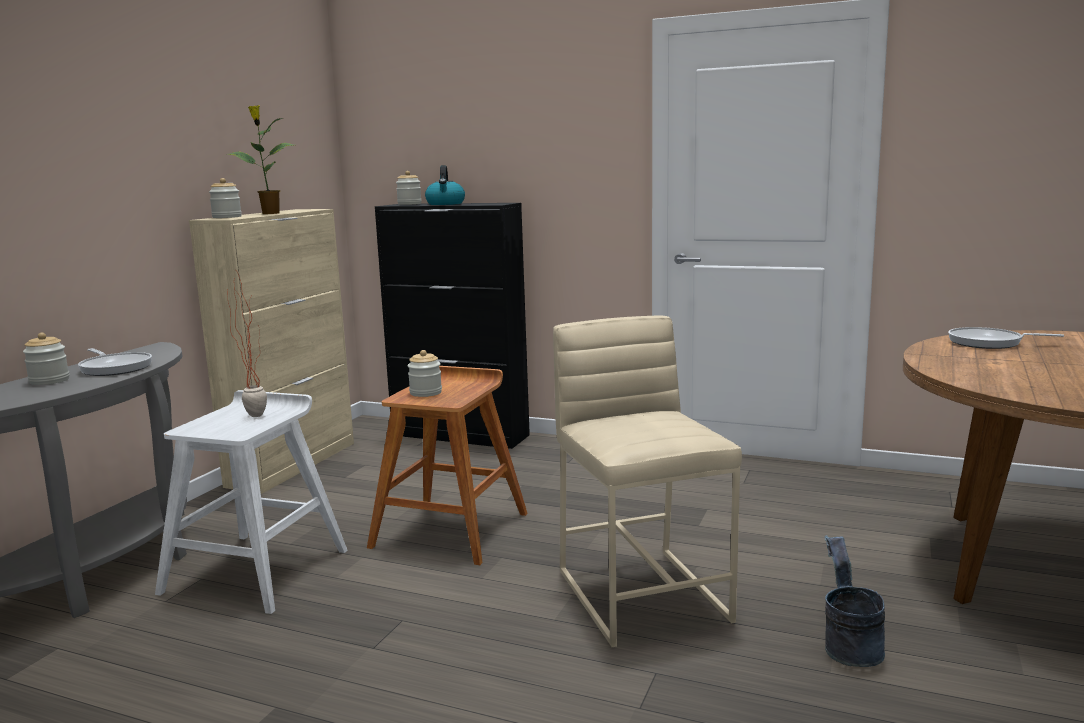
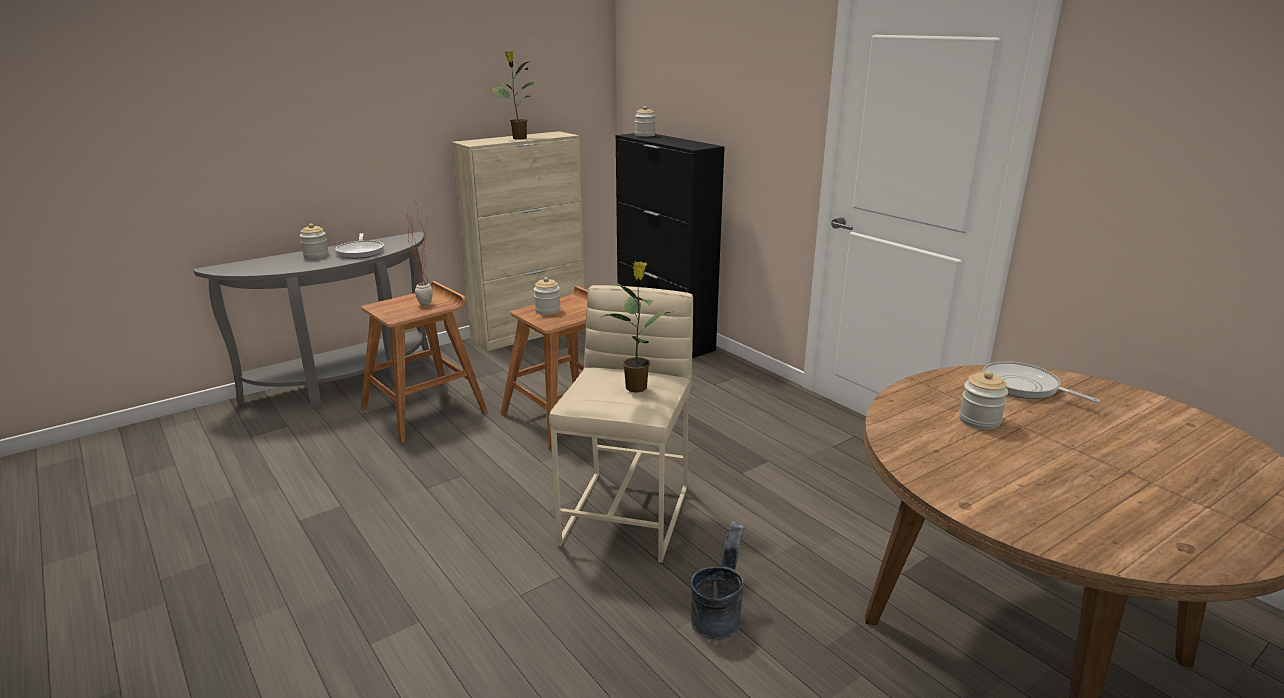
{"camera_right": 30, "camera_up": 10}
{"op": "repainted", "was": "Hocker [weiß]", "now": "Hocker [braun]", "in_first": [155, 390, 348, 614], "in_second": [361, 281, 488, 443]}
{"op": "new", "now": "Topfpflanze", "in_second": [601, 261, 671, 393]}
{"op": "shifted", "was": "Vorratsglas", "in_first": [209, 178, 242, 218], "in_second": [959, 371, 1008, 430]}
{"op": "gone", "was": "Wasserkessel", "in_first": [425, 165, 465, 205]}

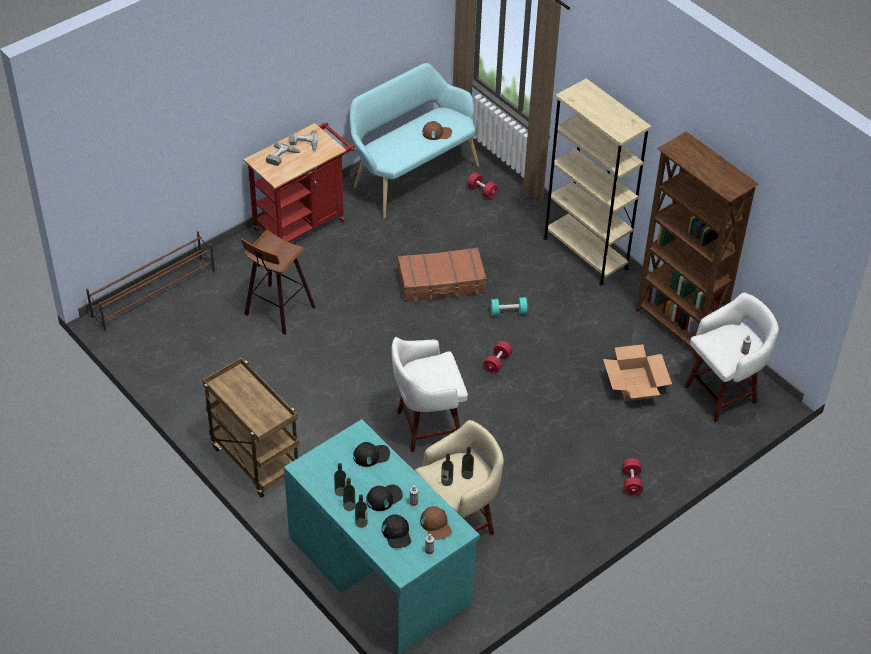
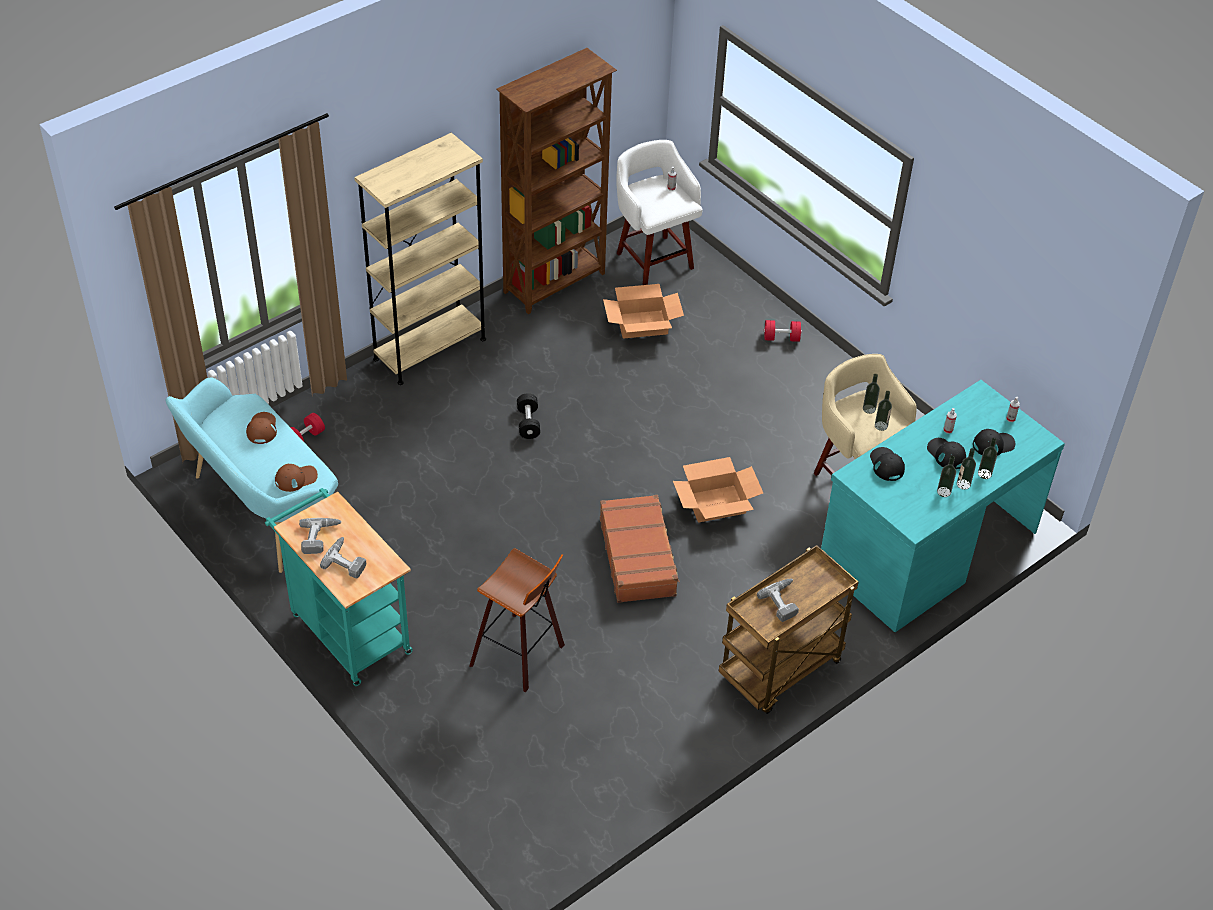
{"camera_right": -90, "camera_up": 0}
{"op": "repainted", "was": "Rollwagen [rot]", "now": "Rollwagen [türkis]", "in_first": [243, 122, 355, 242], "in_second": [265, 488, 413, 686]}
{"op": "shifted", "was": "Kappe [braun]", "in_first": [420, 506, 452, 540], "in_second": [275, 464, 318, 492]}
{"op": "repainted", "was": "Hantel [türkis]", "now": "Hantel [schwarz]", "in_first": [490, 297, 527, 316], "in_second": [517, 393, 540, 439]}
{"op": "shifted", "was": "Koffer [braun]", "in_first": [398, 247, 486, 302], "in_second": [600, 495, 680, 603]}
{"op": "swapped", "was": "Hocker [weiß]", "now": "Karton", "in_first": [391, 337, 468, 452], "in_second": [673, 457, 763, 523]}
{"op": "new", "now": "Bohrmaschine", "in_second": [757, 579, 799, 622]}
{"op": "gone", "was": "Schuhregal [braun]", "in_first": [86, 231, 215, 331]}
{"op": "gone", "was": "Hantel [rot]", "in_first": [483, 341, 512, 374]}

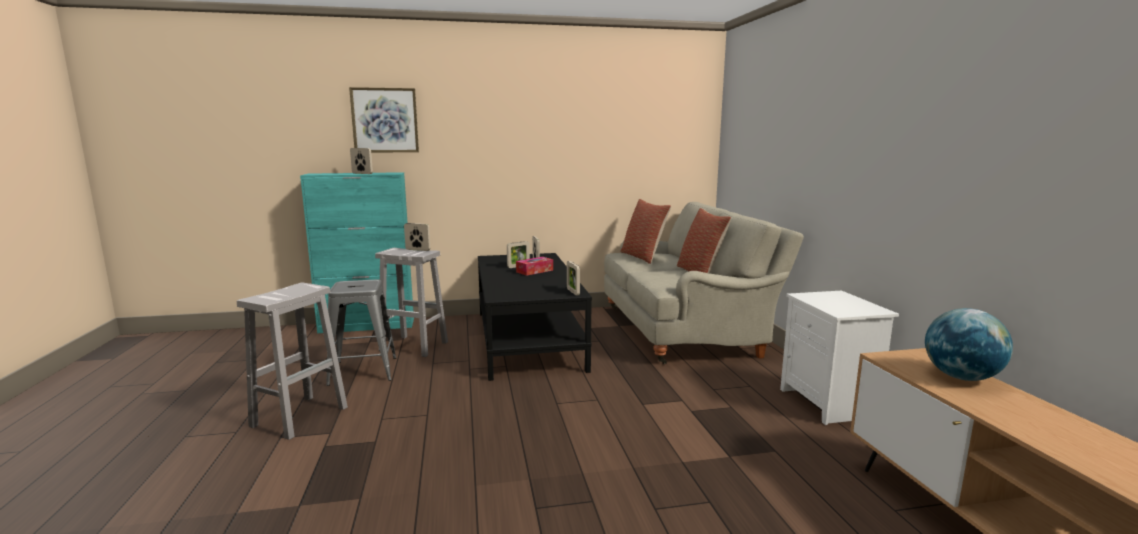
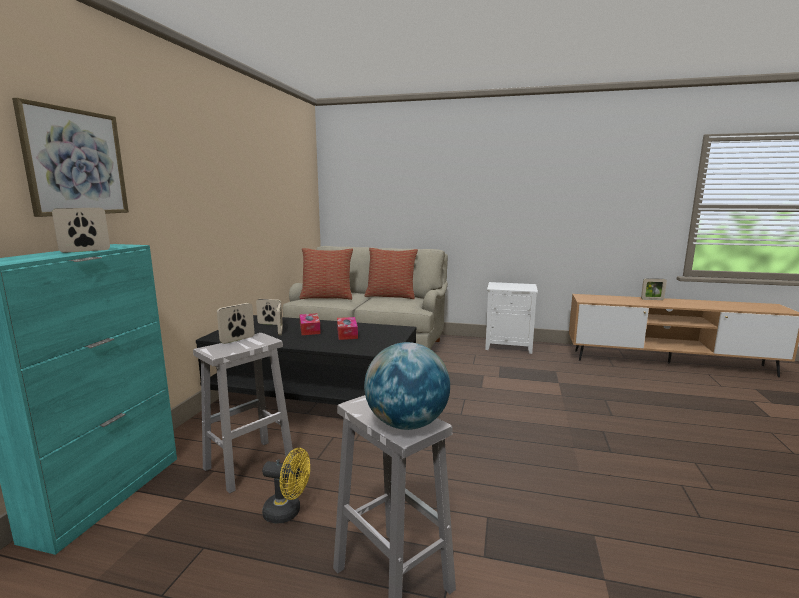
{"camera_right": -65, "camera_up": 0}
{"op": "swapped", "was": "Hocker [grau]", "now": "Ventilator [gelb]", "in_first": [326, 280, 396, 386], "in_second": [262, 448, 310, 524]}
{"op": "new", "now": "Taschentuchbox", "in_second": [337, 317, 358, 340]}
{"op": "shifted", "was": "Globus", "in_first": [925, 308, 1013, 381], "in_second": [364, 342, 450, 430]}
{"op": "shifted", "was": "Bilderrahmen", "in_first": [567, 261, 580, 296], "in_second": [641, 278, 667, 300]}

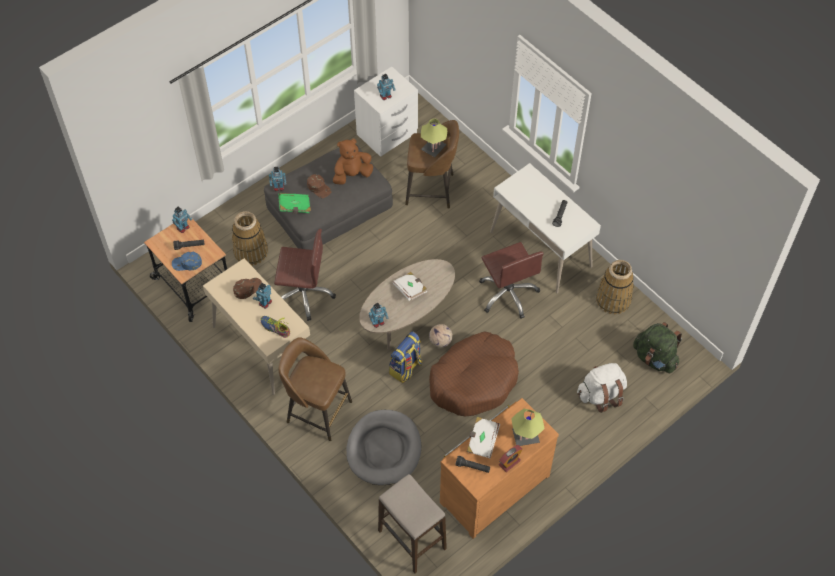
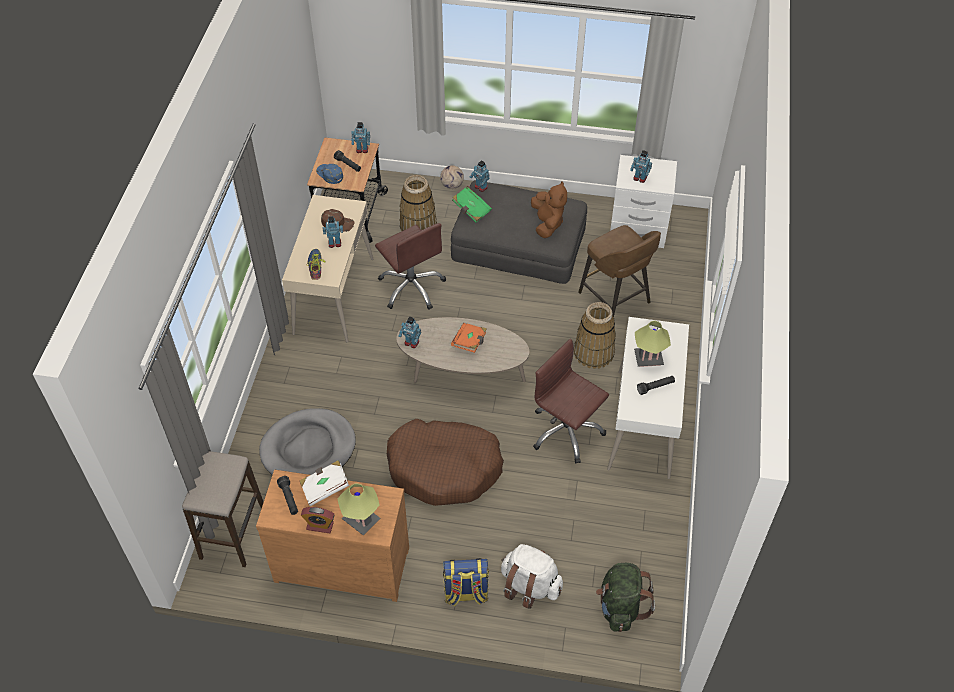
{"camera_right": 50, "camera_up": -5}
{"op": "shifted", "was": "Fußball", "in_first": [429, 324, 453, 347], "in_second": [440, 165, 464, 189]}
{"op": "shifted", "was": "Rucksack", "in_first": [389, 331, 422, 383], "in_second": [443, 558, 489, 606]}
{"op": "repainted", "was": "Buch [weiß]", "now": "Buch [orange]", "in_first": [393, 272, 427, 301], "in_second": [451, 323, 487, 353]}
{"op": "rotated", "was": "Plüschtier [braun]", "in_first": [333, 138, 373, 185], "in_second": [531, 181, 567, 238], "clockwise": 60}
{"op": "rotated", "was": "Bürostuhl [braun]", "in_first": [479, 242, 544, 319], "in_second": [533, 339, 609, 464], "clockwise": 105}
{"op": "shifted", "was": "Korb", "in_first": [596, 260, 634, 315], "in_second": [574, 302, 616, 369]}
{"op": "shifted", "was": "Tischlampe", "in_first": [421, 118, 447, 157], "in_second": [634, 321, 671, 367]}
{"op": "gone", "was": "Hocker [braun]", "in_first": [279, 337, 352, 441]}
{"op": "gone", "was": "Kappe [braun]", "in_first": [307, 174, 332, 198]}

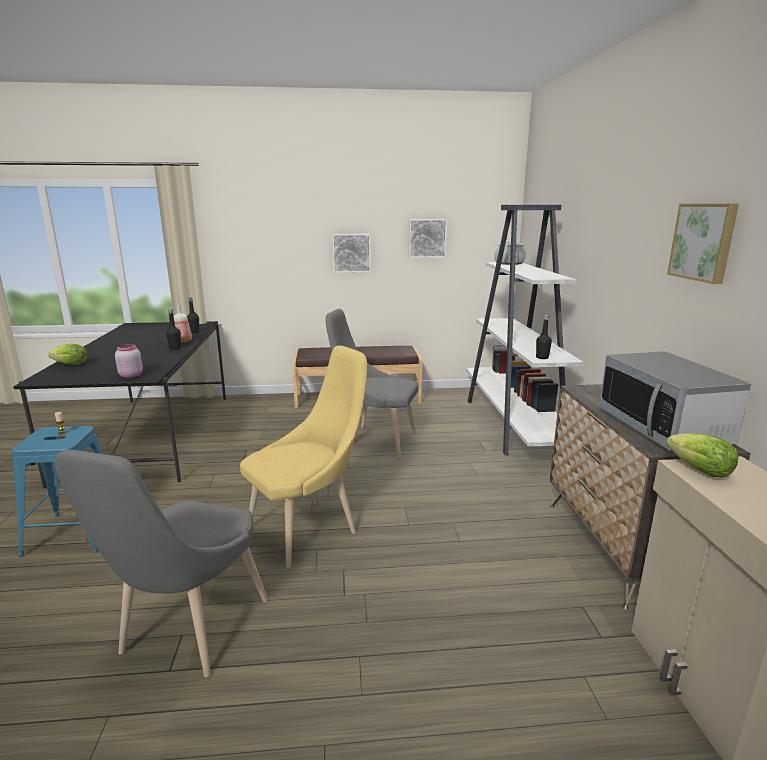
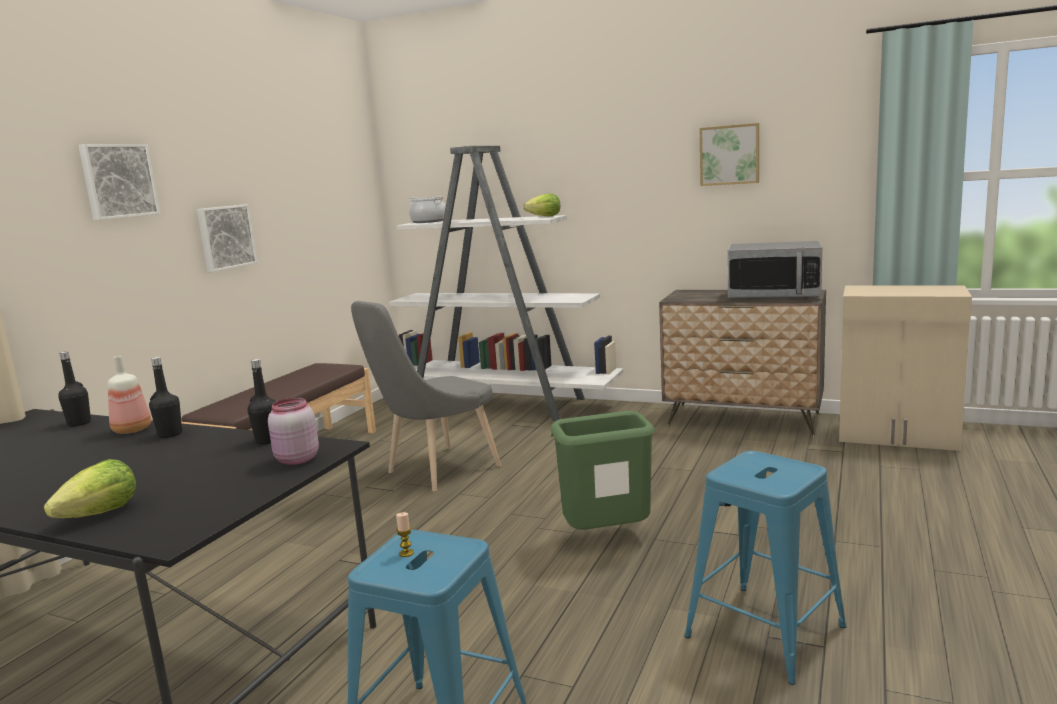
{"camera_right": -60, "camera_up": -5}
{"op": "shifted", "was": "Bild", "in_first": [409, 219, 447, 258], "in_second": [78, 144, 160, 221]}
{"op": "shifted", "was": "Flasche [schwarz]", "in_first": [536, 315, 552, 359], "in_second": [248, 359, 276, 444]}
{"op": "shifted", "was": "Salatkopf", "in_first": [666, 433, 738, 477], "in_second": [524, 194, 560, 216]}
{"op": "swapped", "was": "Stuhl [gelb]", "now": "Mülleimer [grün]", "in_first": [240, 346, 367, 568], "in_second": [550, 411, 655, 530]}
{"op": "swapped", "was": "Stuhl [grau]", "now": "Hocker [blau]", "in_first": [55, 449, 268, 677], "in_second": [684, 451, 847, 685]}

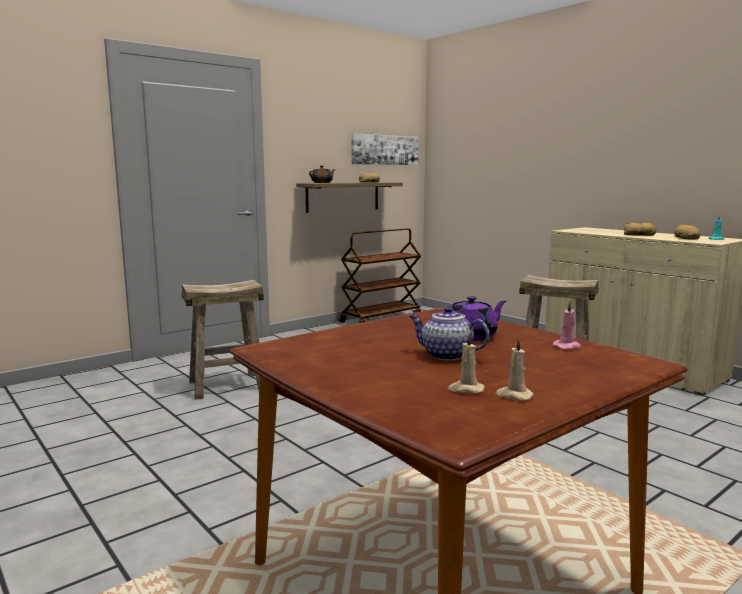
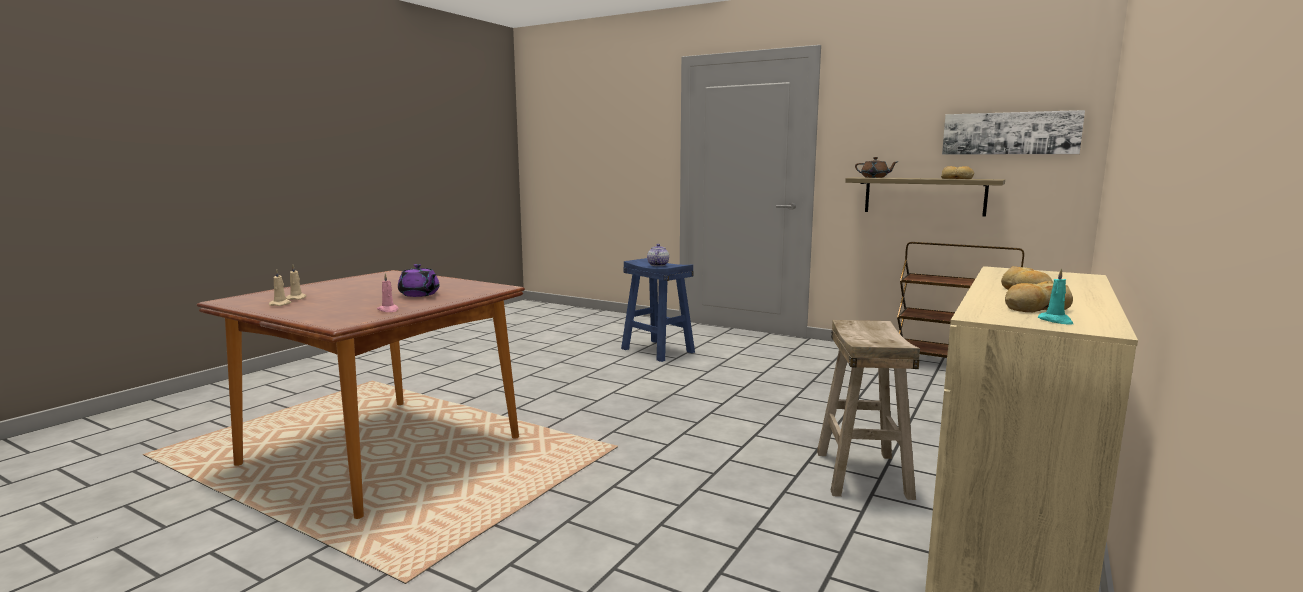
{"camera_right": 70, "camera_up": 0}
{"op": "repainted", "was": "Hocker [beige]", "now": "Hocker [blau]", "in_first": [181, 280, 264, 400], "in_second": [621, 258, 695, 362]}
{"op": "shifted", "was": "Teekanne", "in_first": [409, 306, 490, 361], "in_second": [647, 244, 669, 266]}

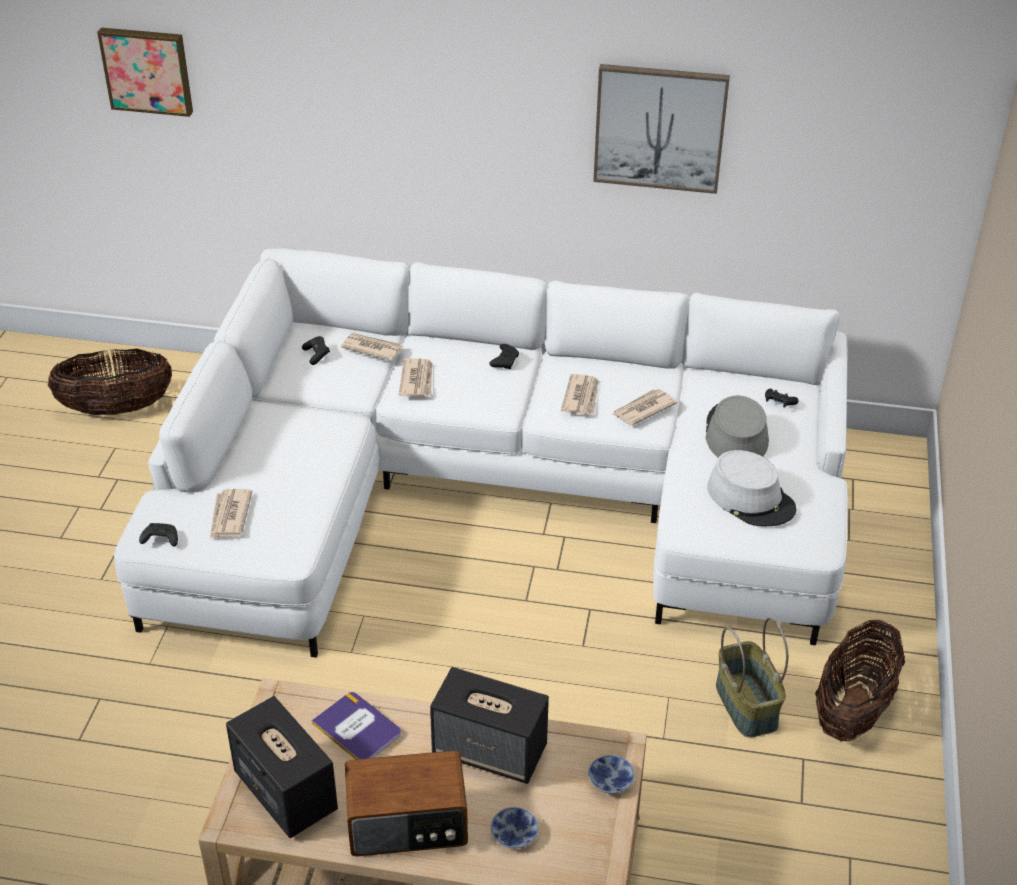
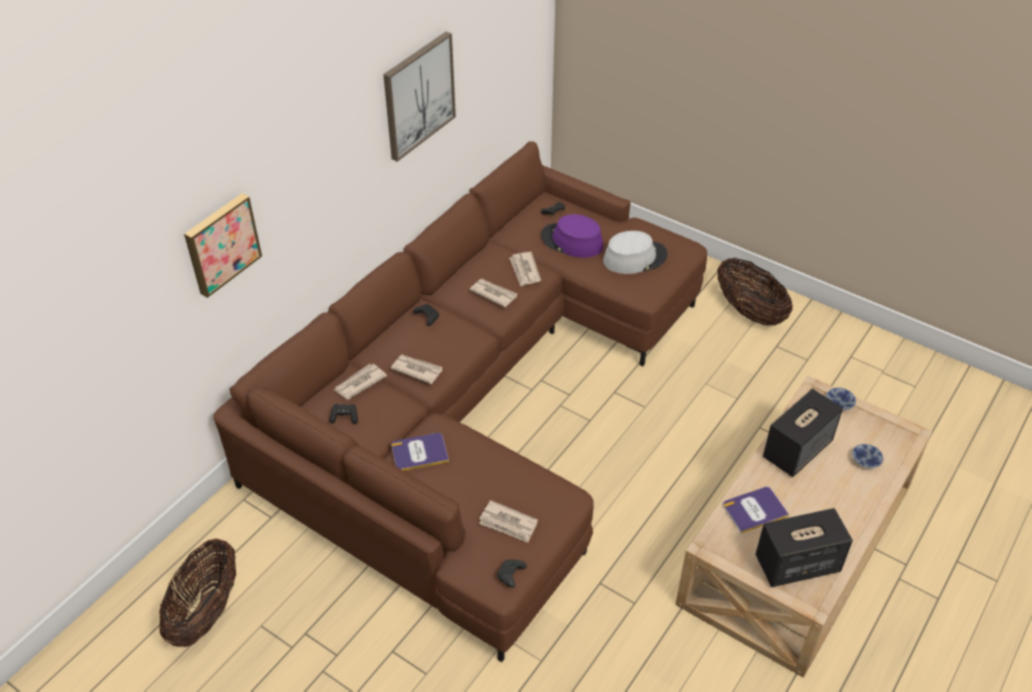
{"camera_right": -65, "camera_up": 5}
{"op": "shifted", "was": "Bild", "in_first": [97, 28, 193, 117], "in_second": [184, 193, 262, 298]}
{"op": "repainted", "was": "Sofa [weiß]", "now": "Sofa [braun]", "in_first": [114, 248, 848, 658], "in_second": [213, 141, 707, 662]}
{"op": "new", "now": "Buch", "in_second": [391, 433, 449, 471]}
{"op": "repainted", "was": "Hut [grau]", "now": "Hut [lila]", "in_first": [706, 396, 769, 457], "in_second": [541, 214, 603, 258]}
{"op": "gone", "was": "Radio", "in_first": [345, 750, 468, 856]}
{"op": "gone", "was": "Korb", "in_first": [716, 617, 788, 738]}

